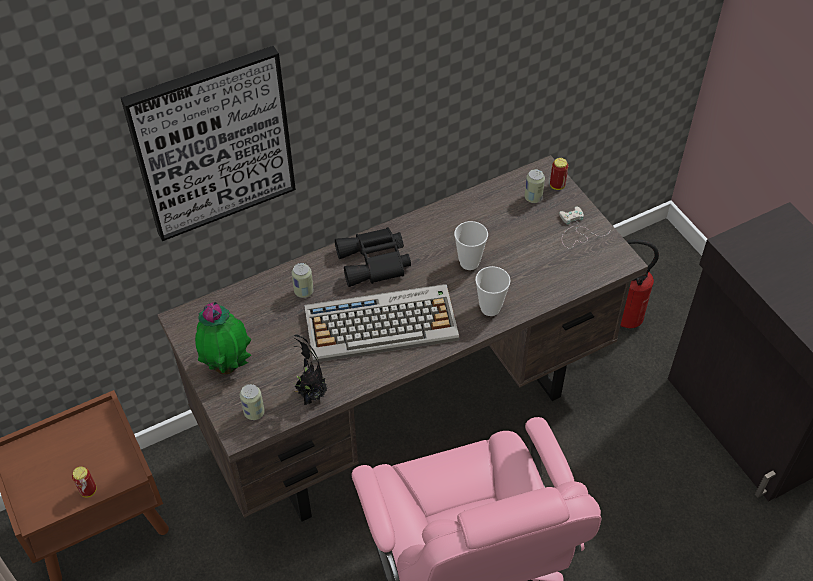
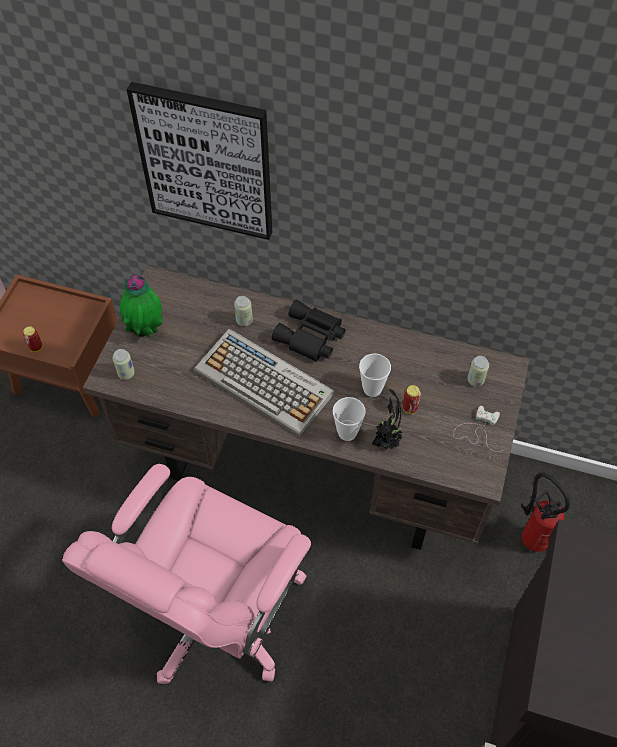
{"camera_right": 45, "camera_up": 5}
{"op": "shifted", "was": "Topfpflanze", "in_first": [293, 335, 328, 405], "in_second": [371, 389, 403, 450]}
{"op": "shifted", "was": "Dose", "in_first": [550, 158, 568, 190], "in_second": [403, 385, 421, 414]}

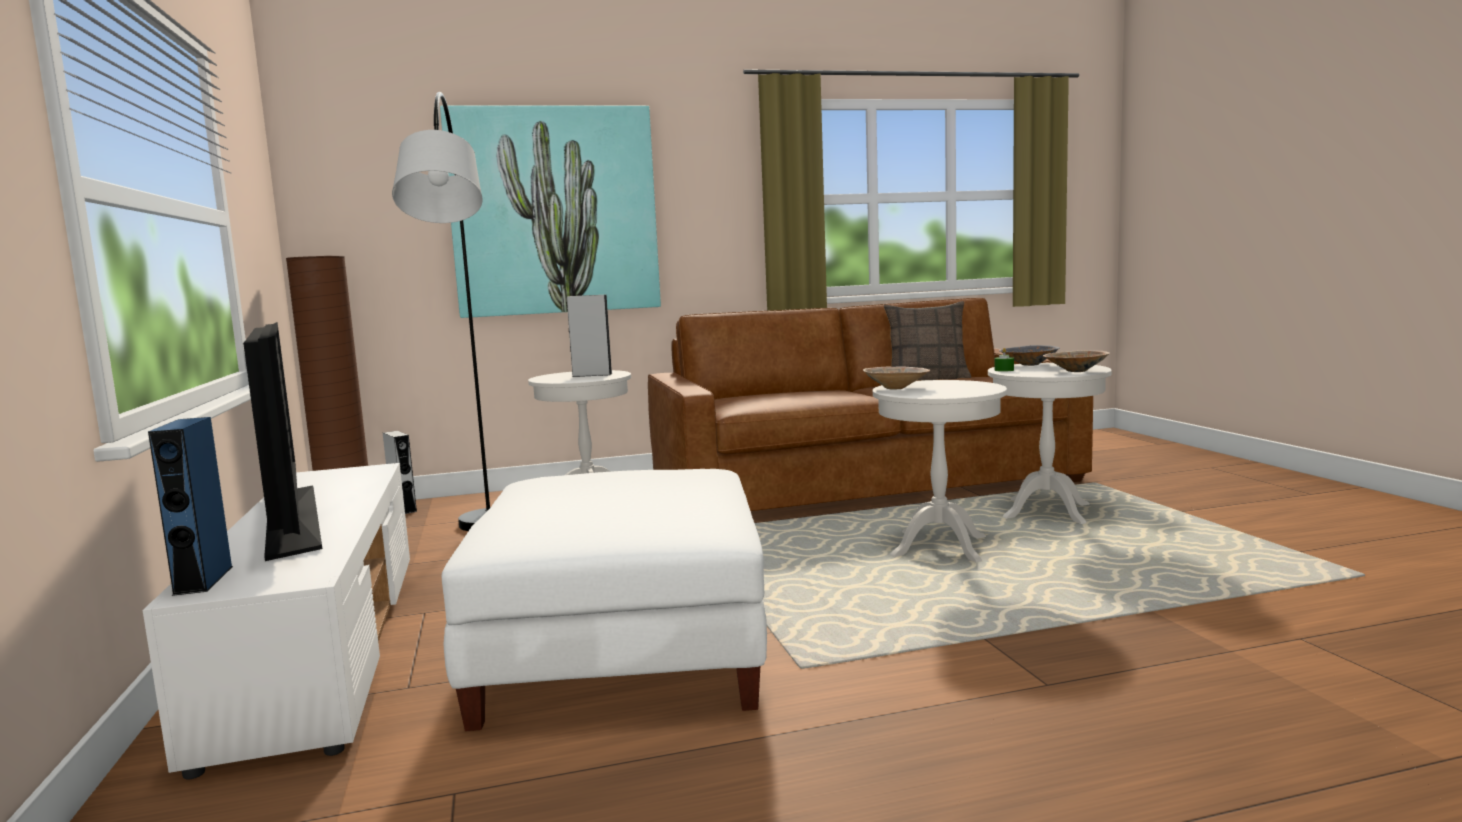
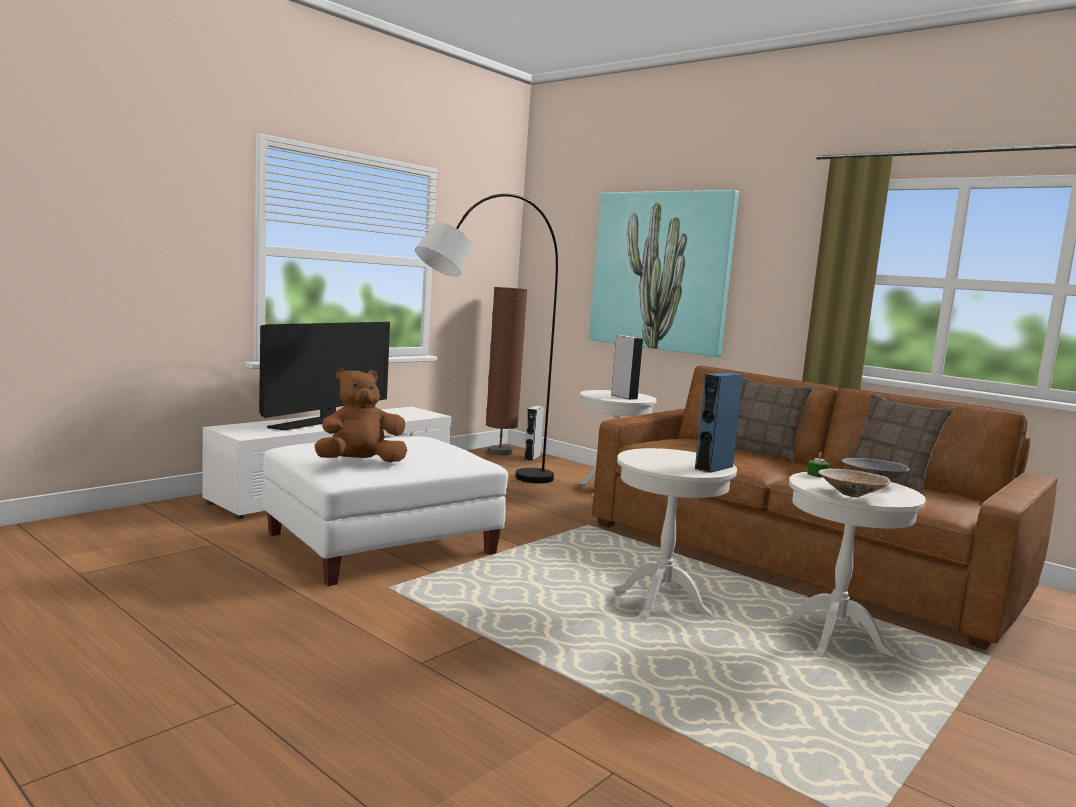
{"camera_right": 55, "camera_up": 0}
{"op": "new", "now": "Plüschtier [braun]", "in_second": [314, 368, 407, 462]}
{"op": "shifted", "was": "Lautsprecher [blau]", "in_first": [148, 417, 233, 596], "in_second": [695, 372, 743, 473]}
{"op": "new", "now": "Kissen", "in_second": [735, 377, 813, 461]}
{"op": "gone", "was": "Schüssel [beige]", "in_first": [863, 366, 930, 389]}

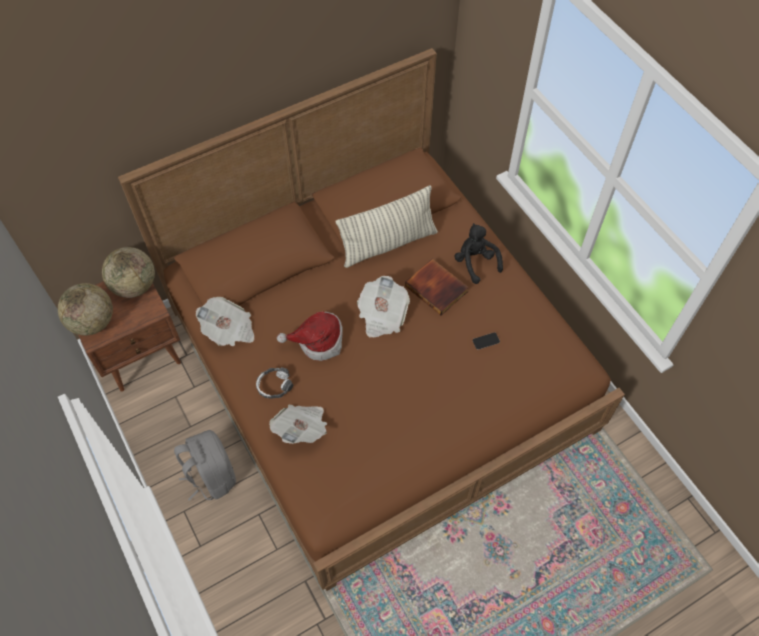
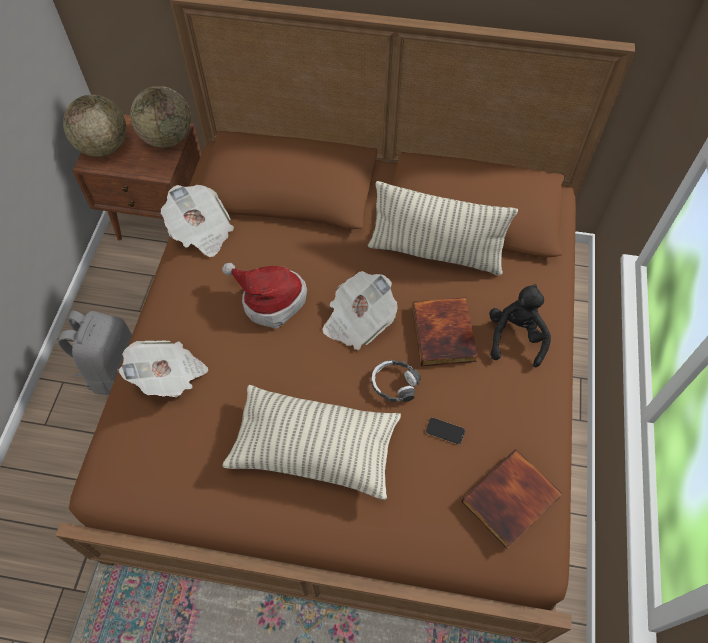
{"camera_right": 40, "camera_up": 0}
{"op": "new", "now": "Kissen", "in_second": [222, 385, 401, 500]}
{"op": "shifted", "was": "Kopfhörer", "in_first": [256, 367, 293, 399], "in_second": [371, 360, 421, 402]}
{"op": "new", "now": "Buch", "in_second": [462, 449, 562, 550]}

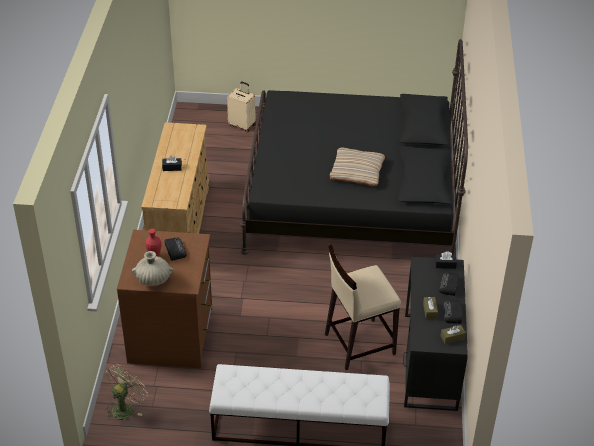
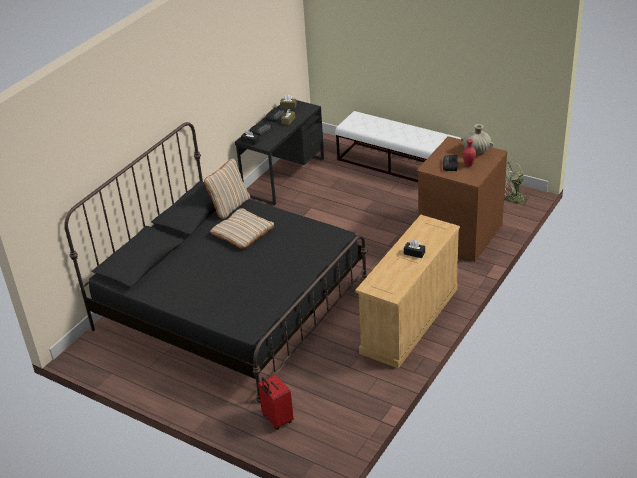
{"camera_right": -150, "camera_up": -5}
{"op": "new", "now": "Kissen [beige]", "in_second": [204, 158, 250, 219]}
{"op": "repainted", "was": "Koffer [beige]", "now": "Koffer [rot]", "in_first": [227, 82, 256, 133], "in_second": [258, 374, 294, 430]}
{"op": "gone", "was": "Hocker [beige]", "in_first": [325, 245, 401, 370]}

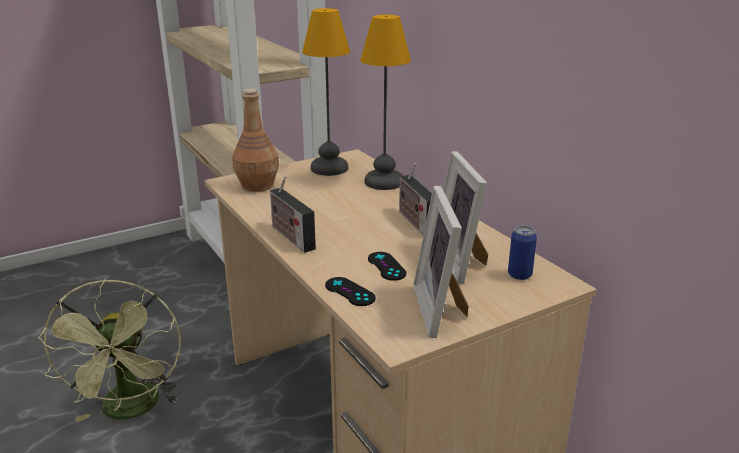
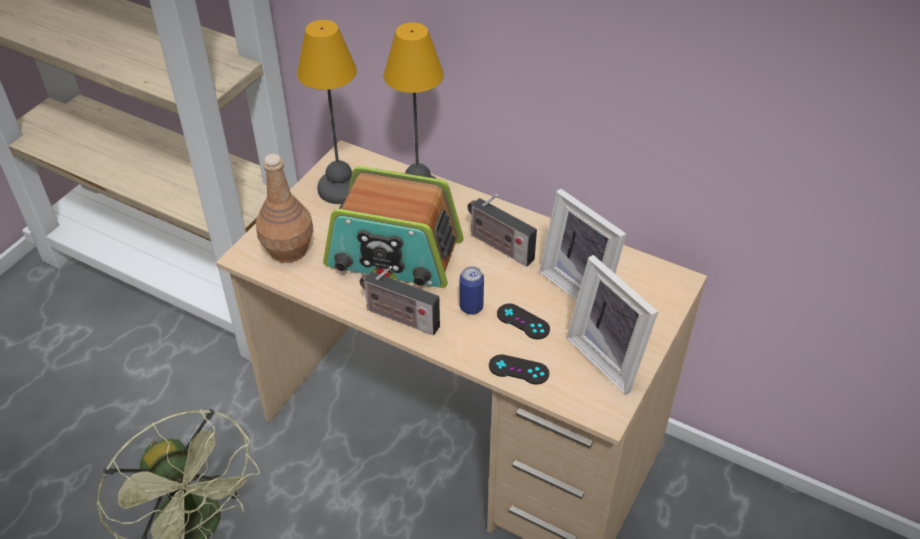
{"camera_right": -30, "camera_up": 20}
{"op": "new", "now": "Radio", "in_second": [323, 166, 463, 288]}
{"op": "shifted", "was": "Dose", "in_first": [508, 226, 537, 280], "in_second": [460, 266, 484, 315]}

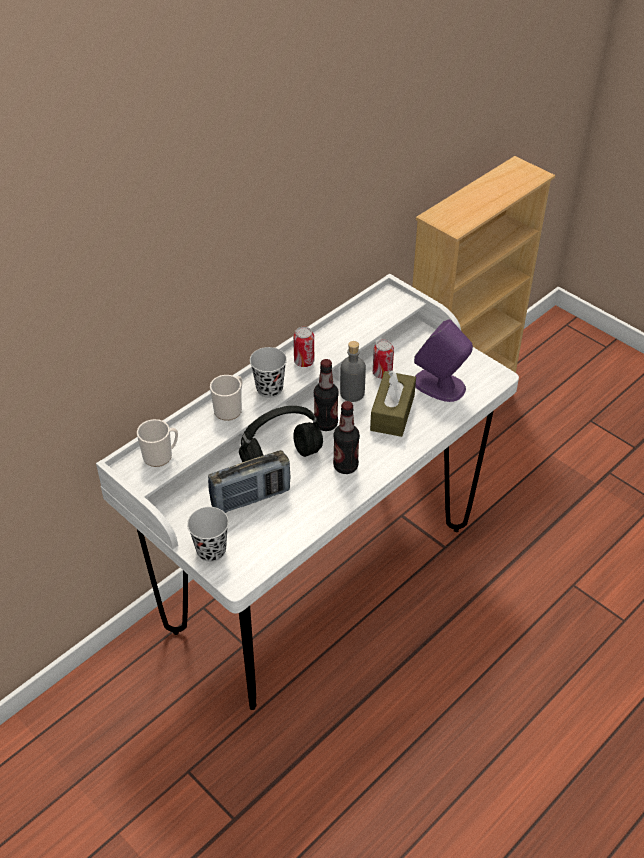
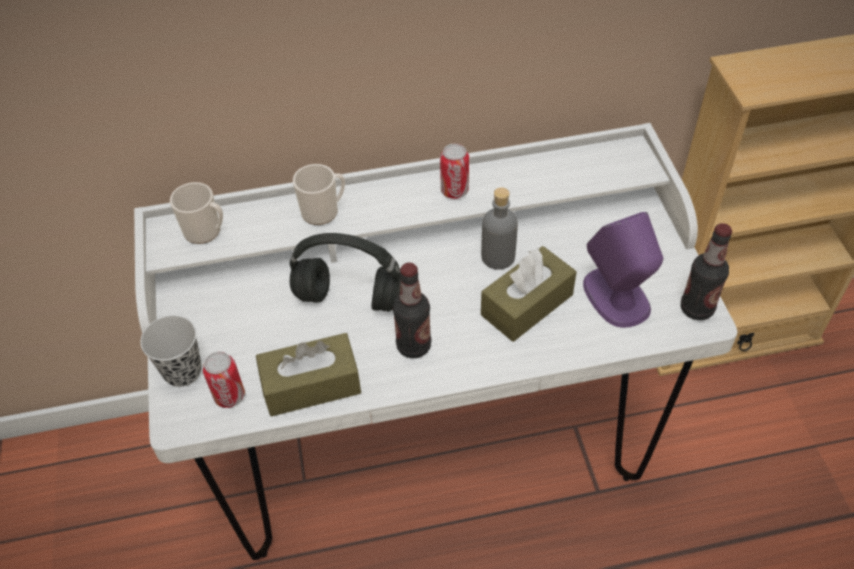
{"camera_right": 35, "camera_up": 5}
{"op": "shifted", "was": "Dose", "in_first": [373, 340, 394, 379], "in_second": [203, 352, 245, 408]}
{"op": "new", "now": "Taschentuchbox [braun]", "in_second": [256, 333, 361, 417]}
{"op": "shifted", "was": "Flasche", "in_first": [314, 359, 339, 431], "in_second": [681, 223, 732, 320]}
{"op": "gone", "was": "Radio", "in_first": [208, 450, 290, 513]}
{"op": "gone", "was": "Tasse [schwarz]", "in_first": [250, 347, 287, 398]}

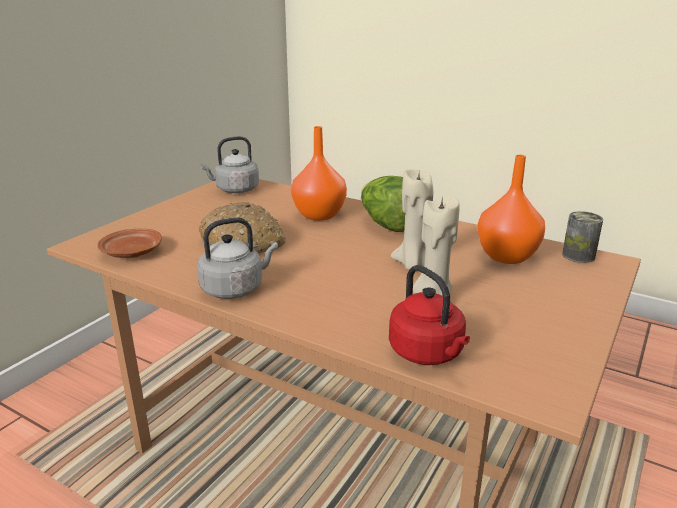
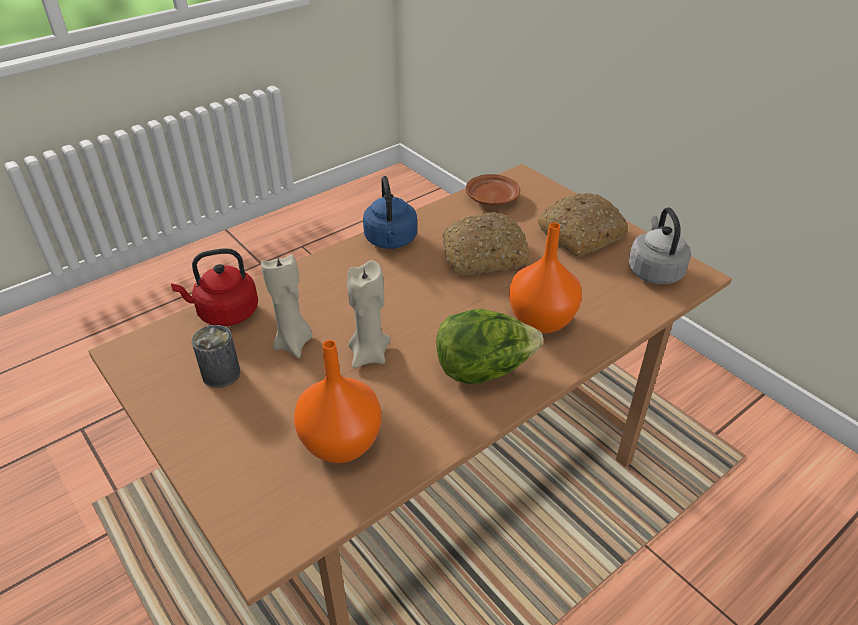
{"camera_right": 110, "camera_up": 15}
{"op": "shifted", "was": "Dose", "in_first": [562, 211, 603, 263], "in_second": [192, 325, 240, 388]}
{"op": "repainted", "was": "Wasserkessel [grau]", "now": "Wasserkessel [blau]", "in_first": [197, 217, 278, 299], "in_second": [363, 176, 417, 249]}
{"op": "new", "now": "Brot", "in_second": [538, 193, 628, 257]}

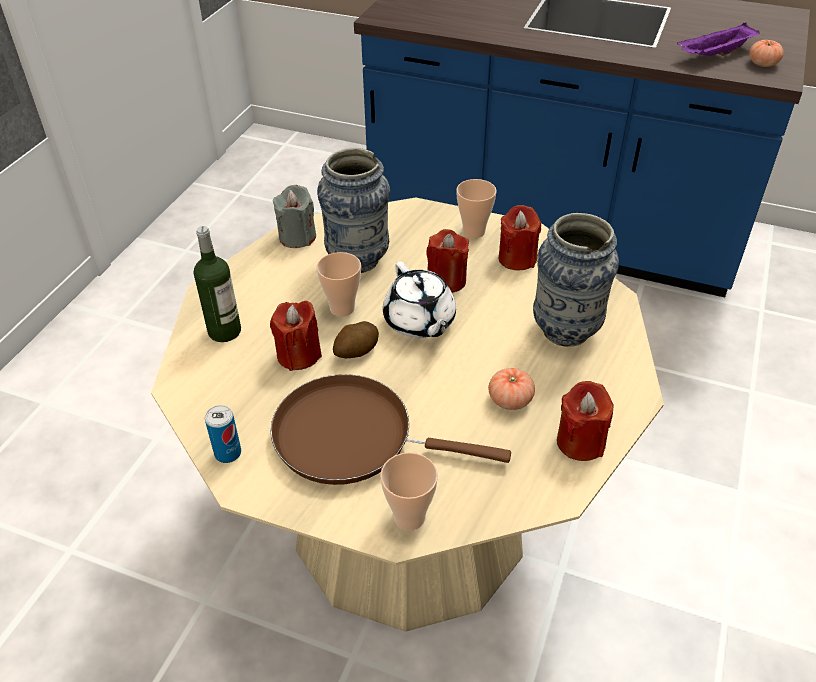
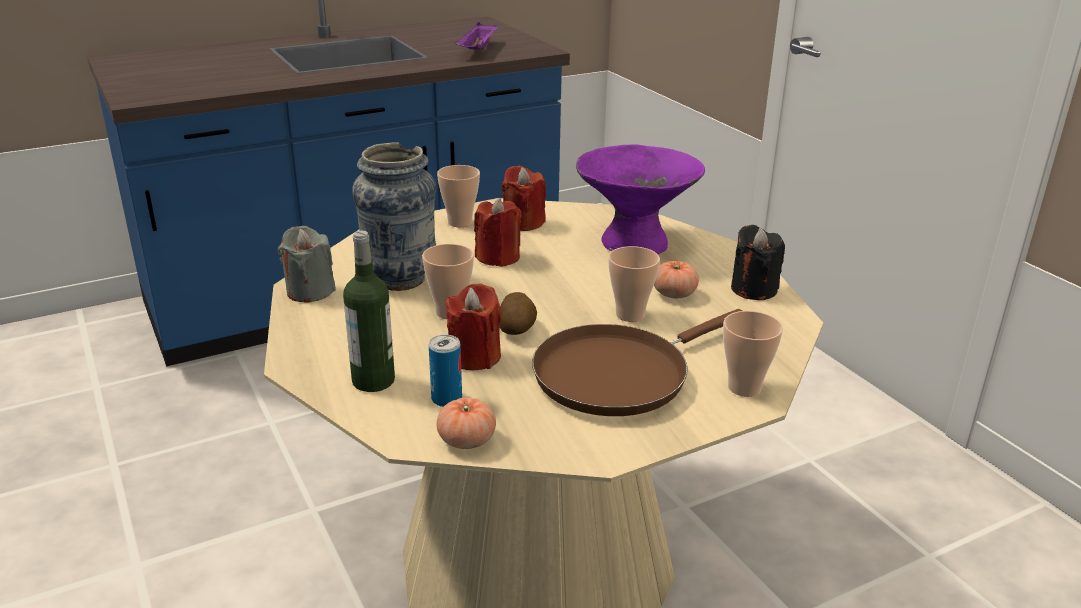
{"camera_right": -50, "camera_up": -15}
{"op": "shifted", "was": "Dose", "in_first": [205, 405, 241, 463], "in_second": [429, 335, 462, 407]}
{"op": "shifted", "was": "Tomate", "in_first": [749, 40, 784, 67], "in_second": [437, 398, 496, 449]}
{"op": "swapped", "was": "Vase", "now": "Schüssel [lila]", "in_first": [533, 213, 619, 347], "in_second": [576, 144, 705, 254]}
{"op": "new", "now": "Tasse", "in_second": [608, 246, 660, 322]}
{"op": "repainted", "was": "Kerze [rot]", "now": "Kerze [schwarz]", "in_first": [557, 381, 614, 461], "in_second": [731, 225, 785, 300]}
{"op": "gone", "was": "Teekanne [weiß]", "in_first": [383, 262, 456, 338]}

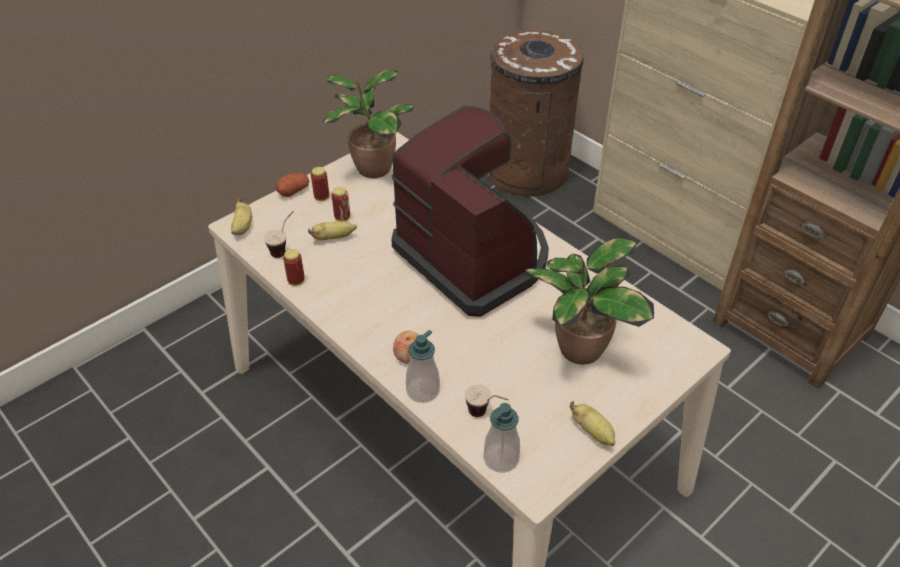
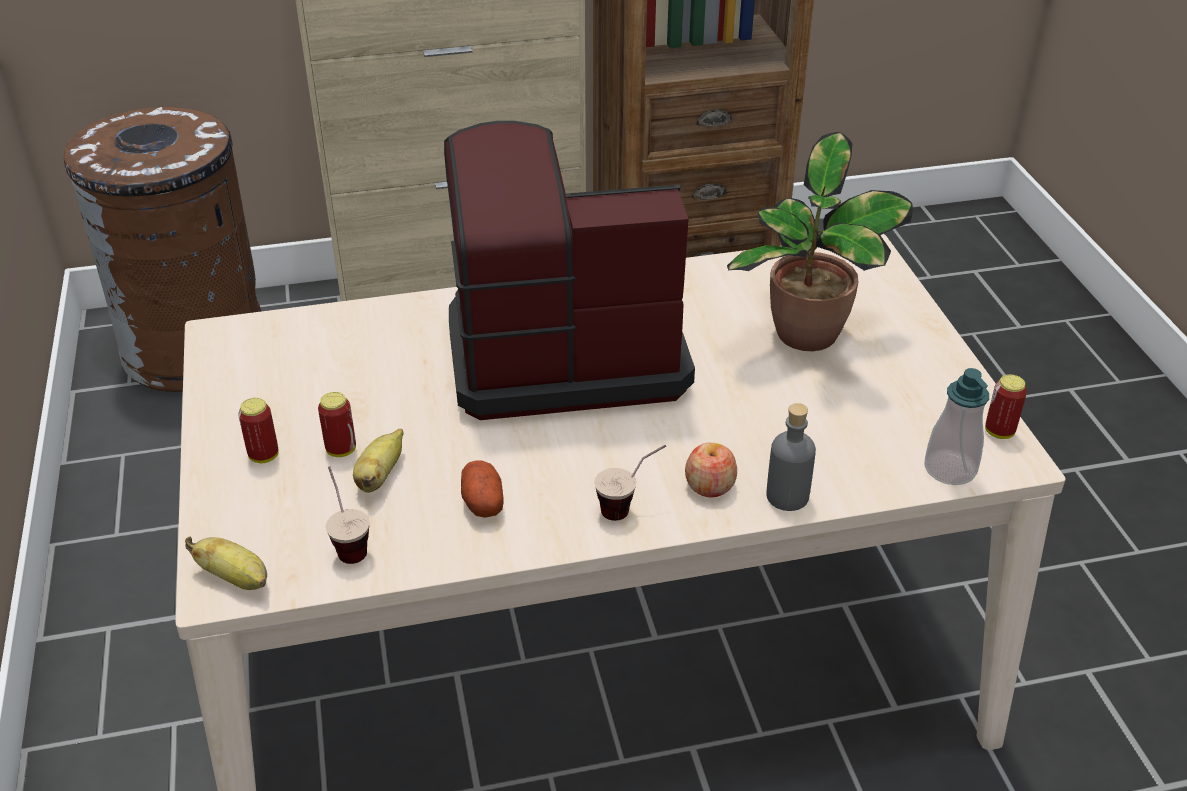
{"camera_right": -60, "camera_up": -5}
{"op": "shifted", "was": "Kartoffel", "in_first": [276, 173, 310, 197], "in_second": [461, 460, 503, 518]}
{"op": "shifted", "was": "Tasse", "in_first": [465, 384, 509, 417], "in_second": [594, 445, 666, 521]}
{"op": "swapped", "was": "Seifenspender", "now": "Flasche [grau]", "in_first": [406, 330, 440, 403], "in_second": [766, 403, 816, 511]}
{"op": "shifted", "was": "Dose", "in_first": [283, 249, 305, 286], "in_second": [985, 374, 1027, 439]}
{"op": "gone", "was": "Topfpflanze", "in_first": [323, 70, 414, 178]}
{"op": "gone", "was": "Banane", "in_first": [570, 401, 615, 446]}

